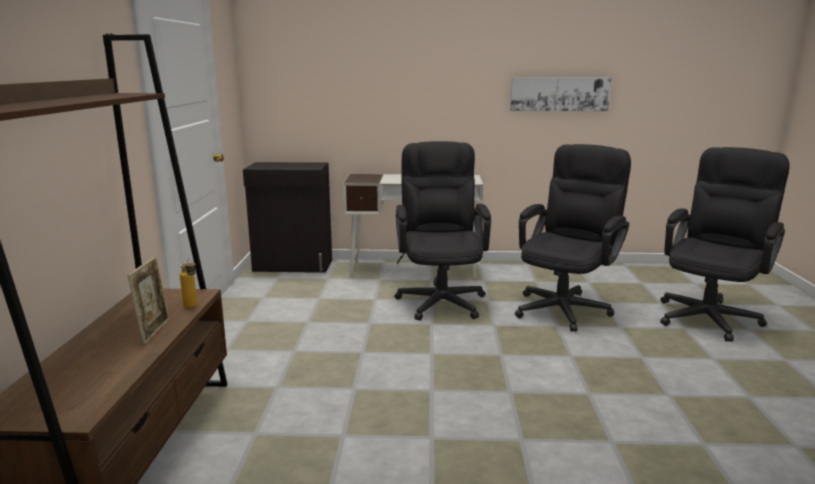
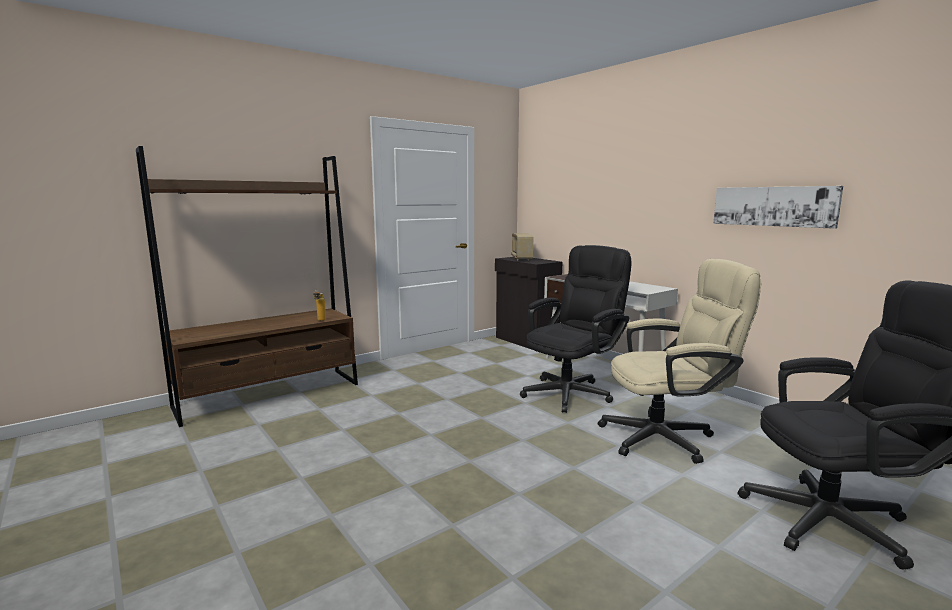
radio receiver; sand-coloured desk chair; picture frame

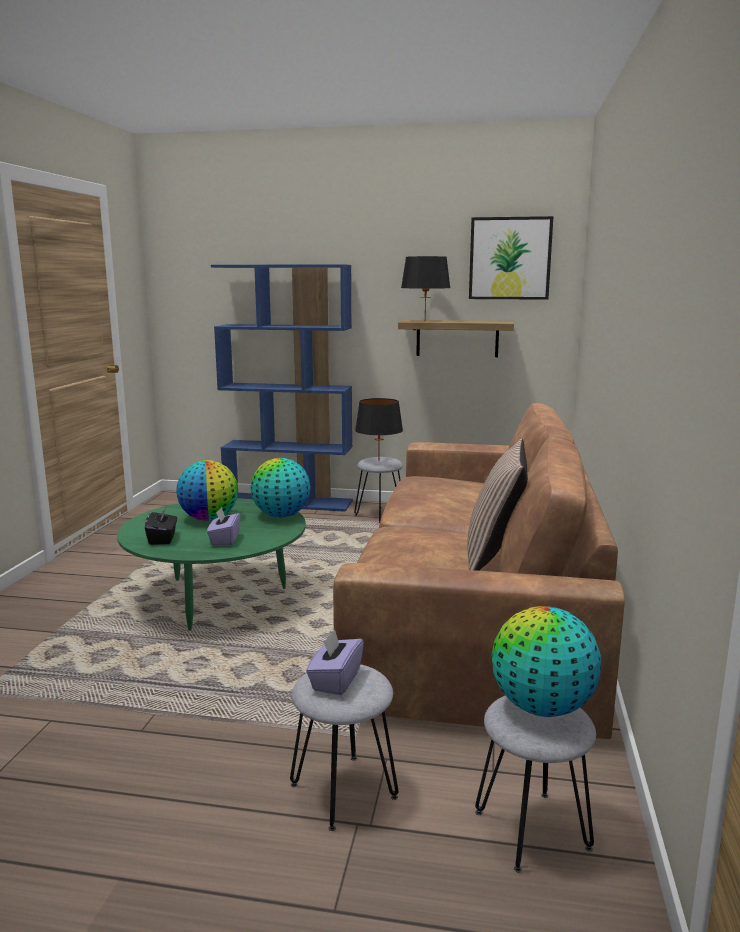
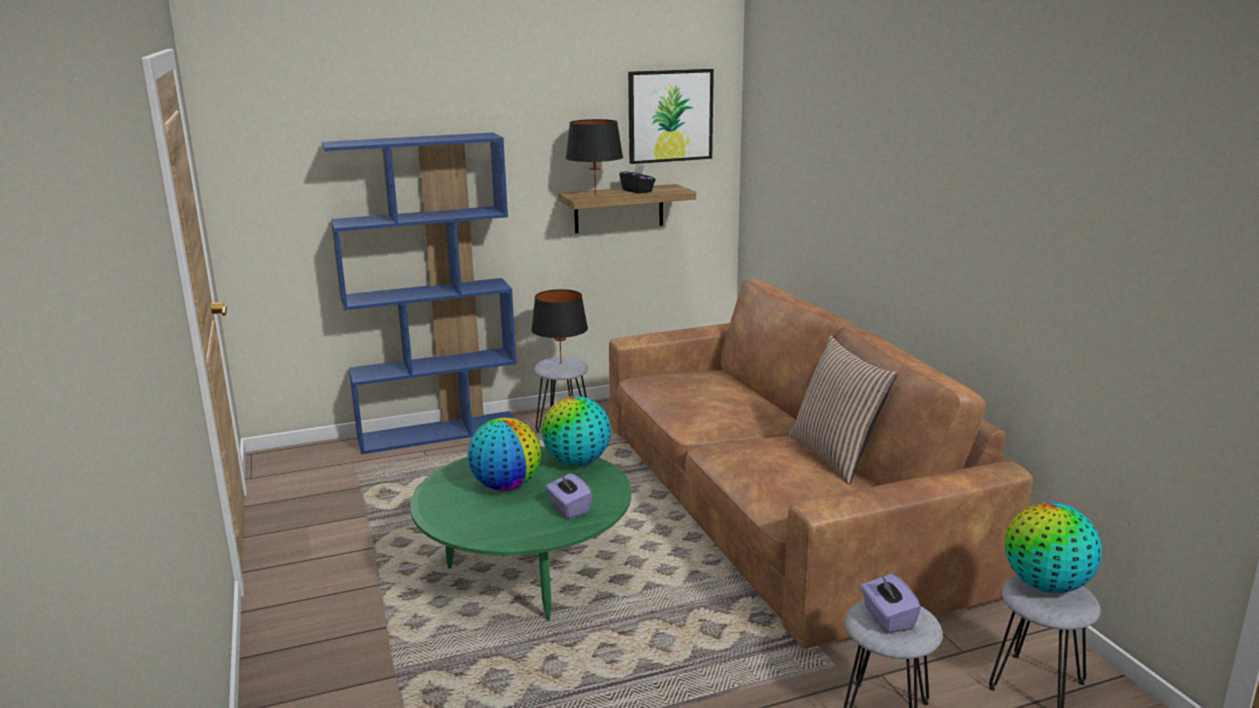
black box of tissues

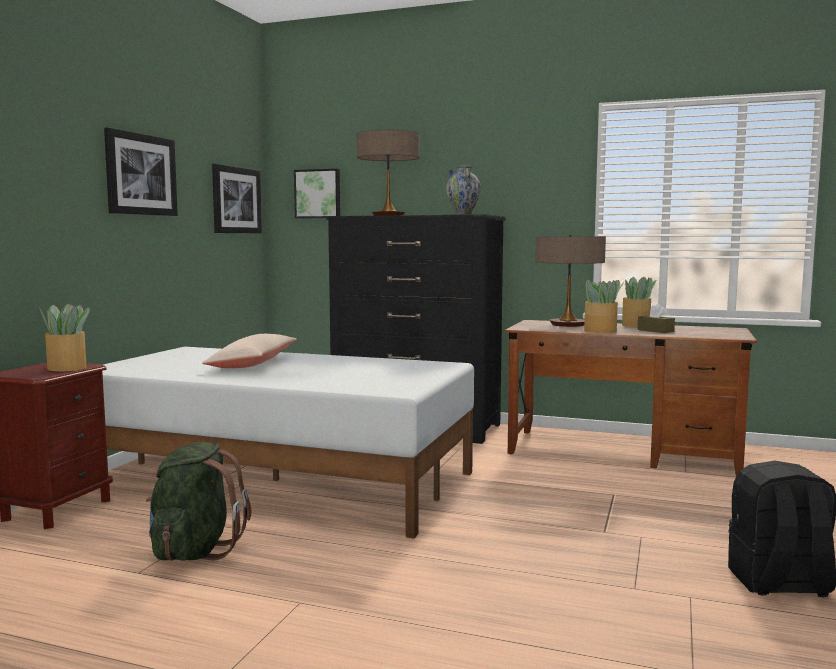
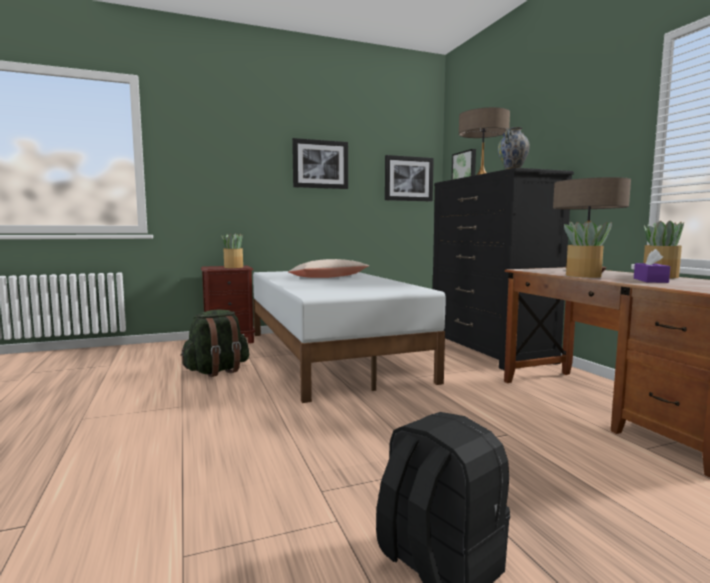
purple-coloured box of tissues

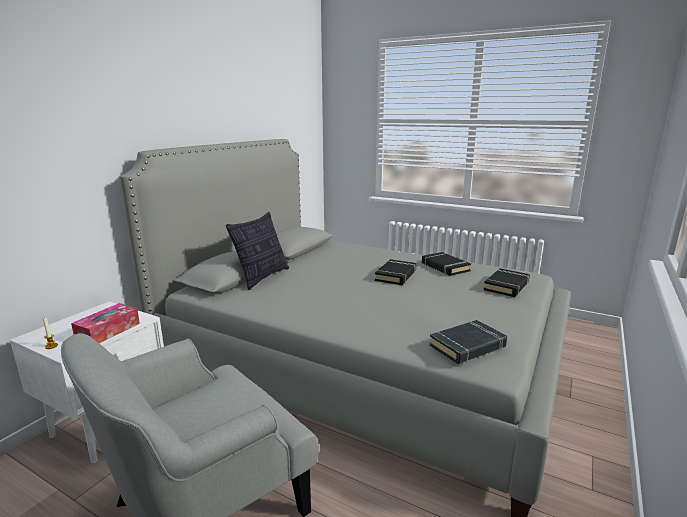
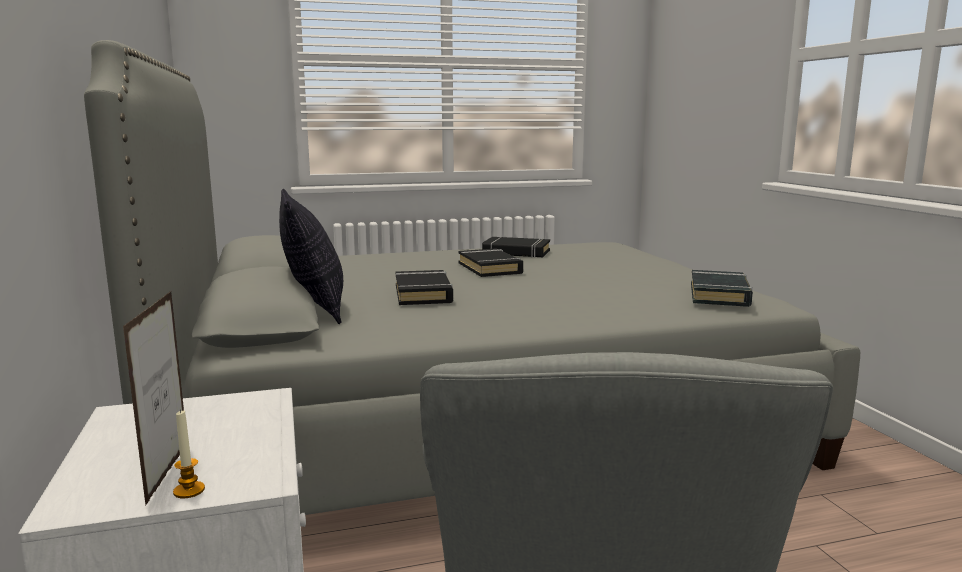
picture frame; black volume (1st from left); box of tissues

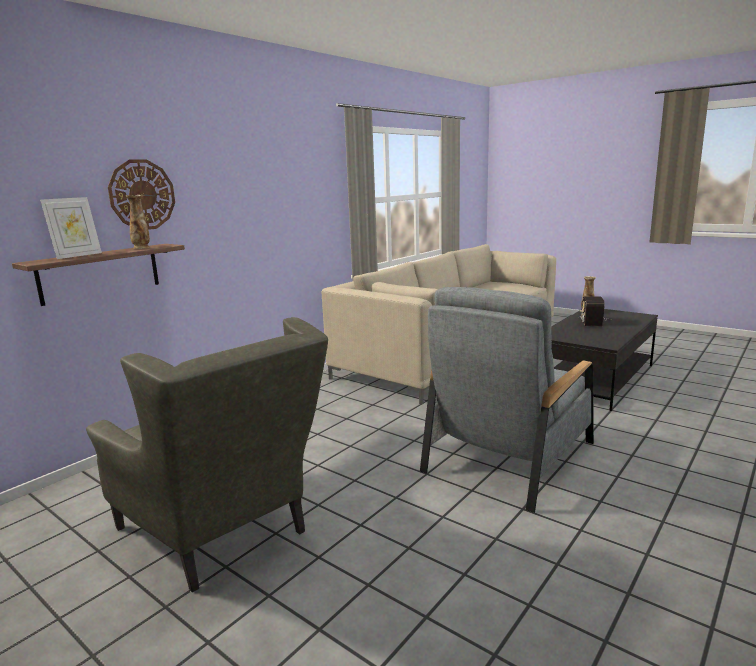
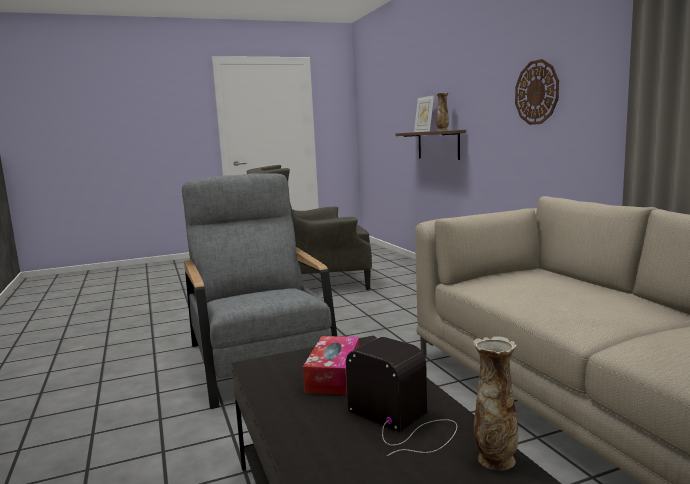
box of tissues; wall clock

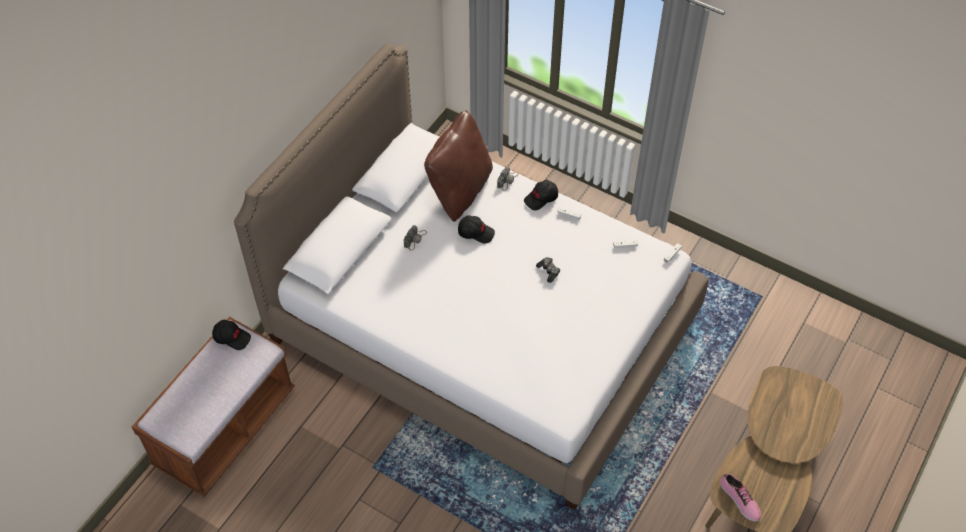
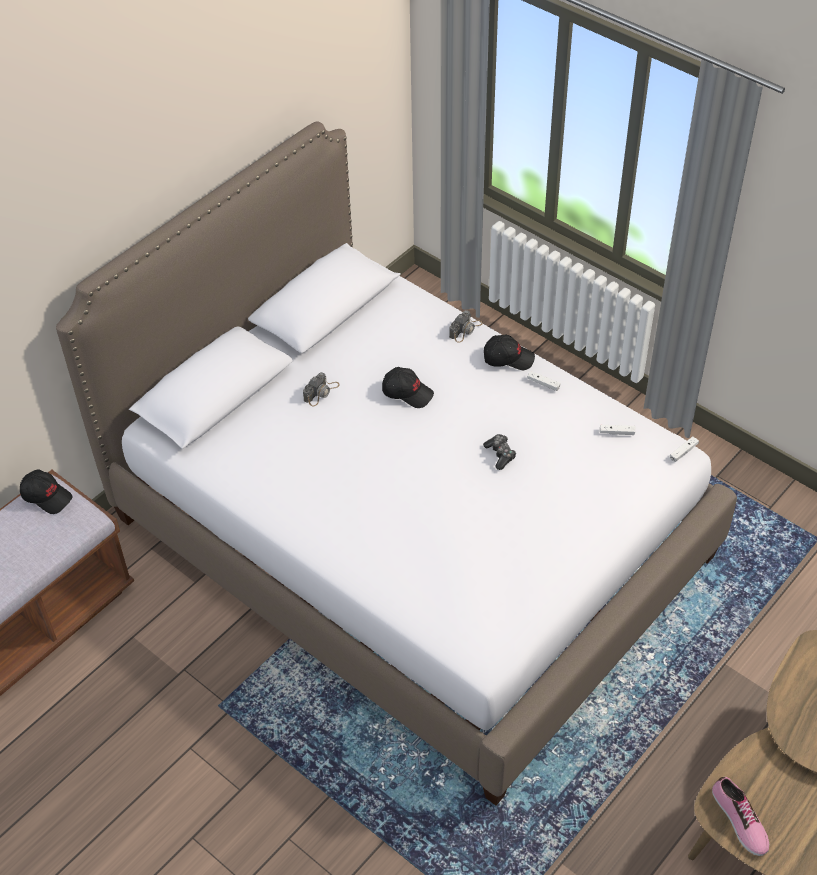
black baseball cap (3rd from left); brown-coloured throw pillow

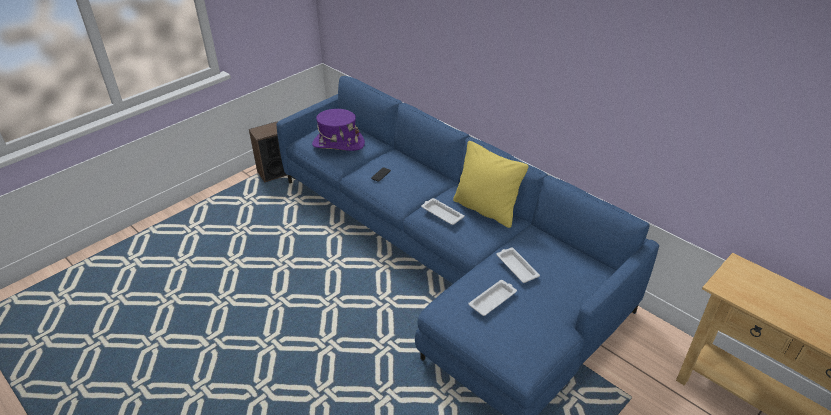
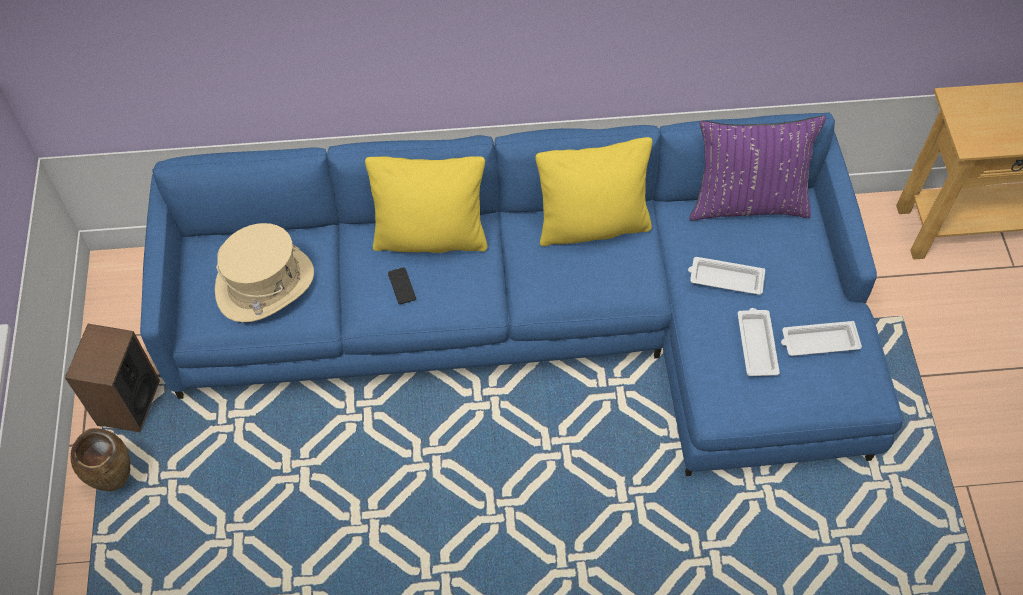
brown-coloured vase; sand-coloured clothing hat; yellowish throw pillow (1st from left); purple-coloured throw pillow; white tray (3rd from left)

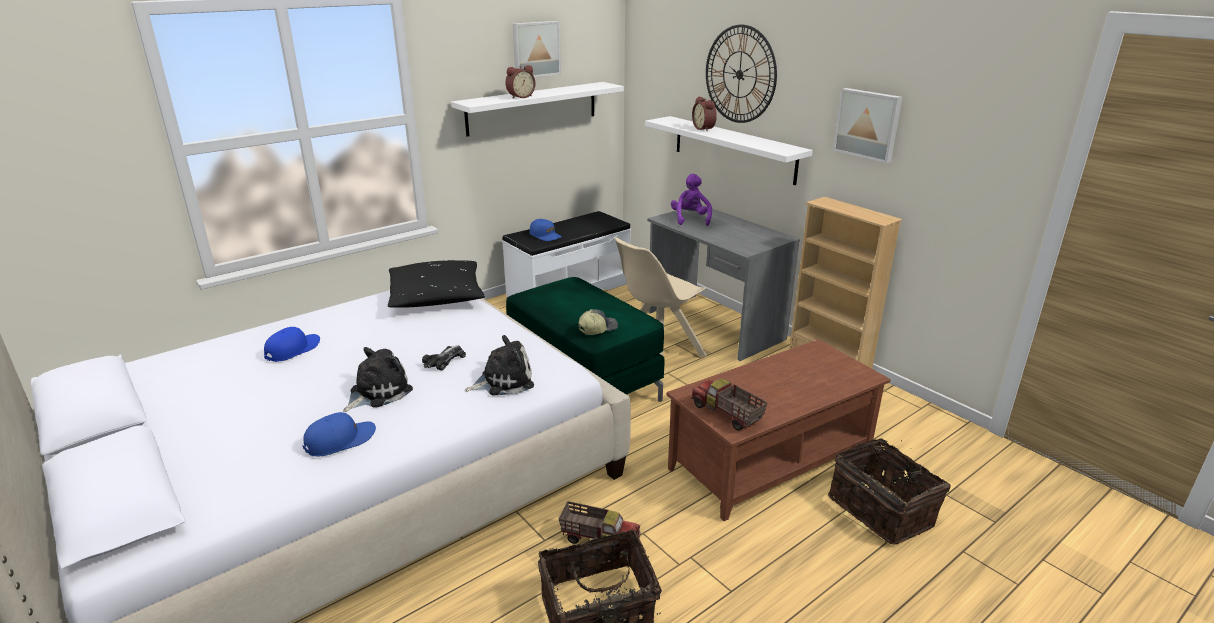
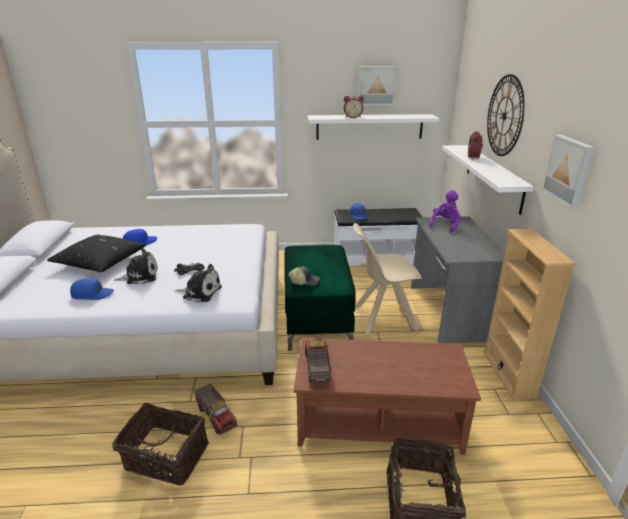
black throw pillow

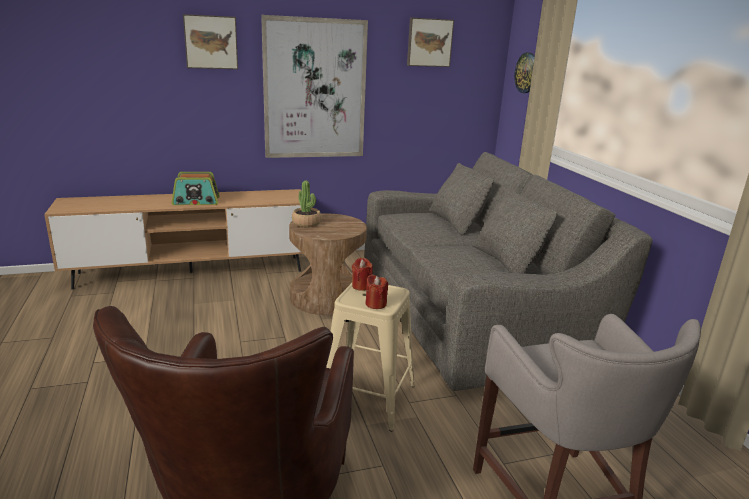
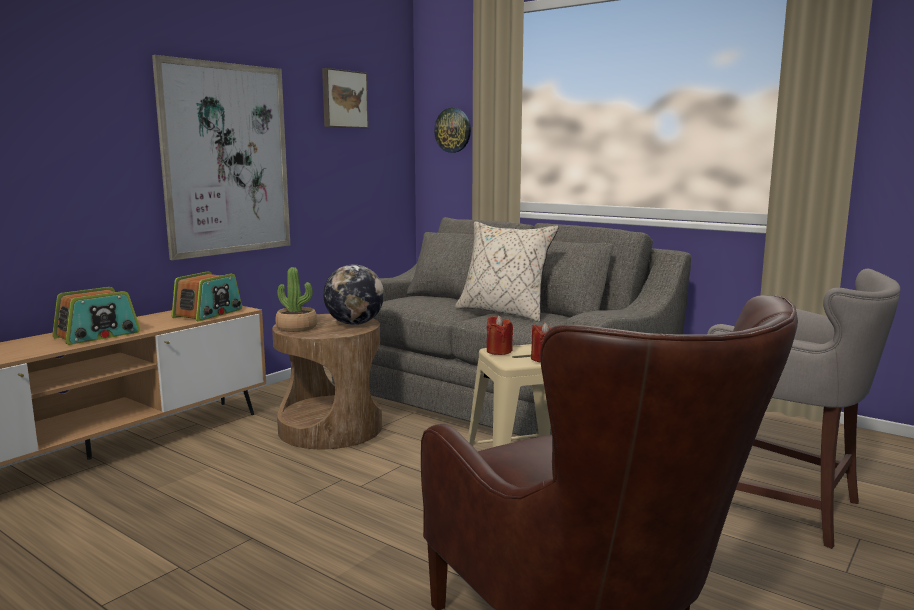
radio receiver (2nd from left); globe; sand-coloured throw pillow; wall picture (1st from left in the first image)

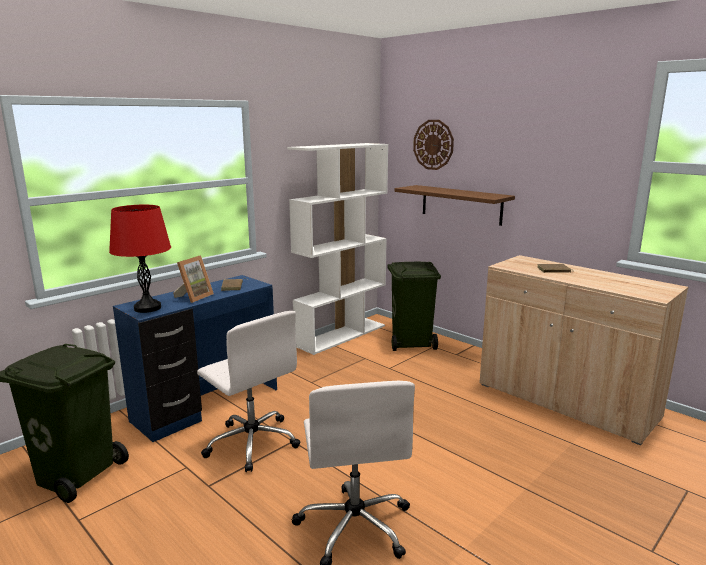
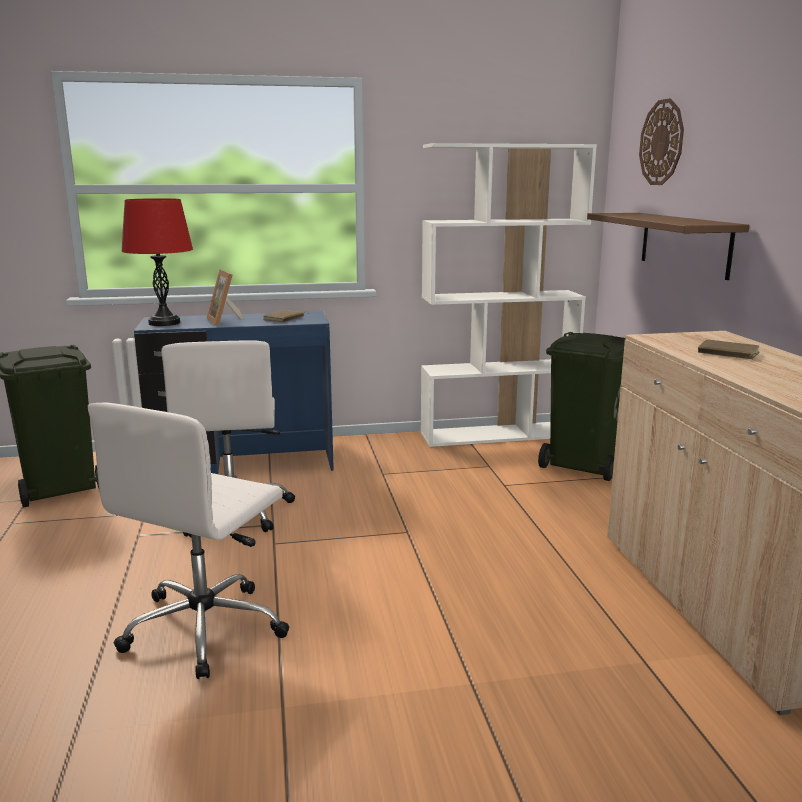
picture frame

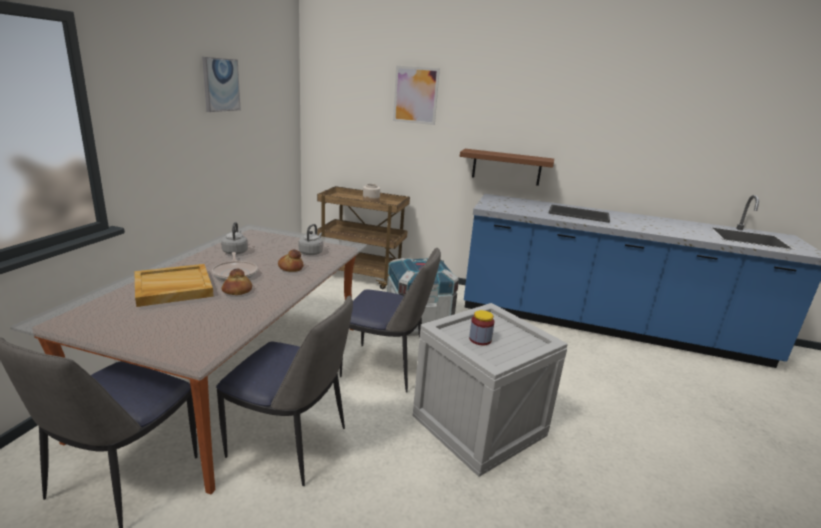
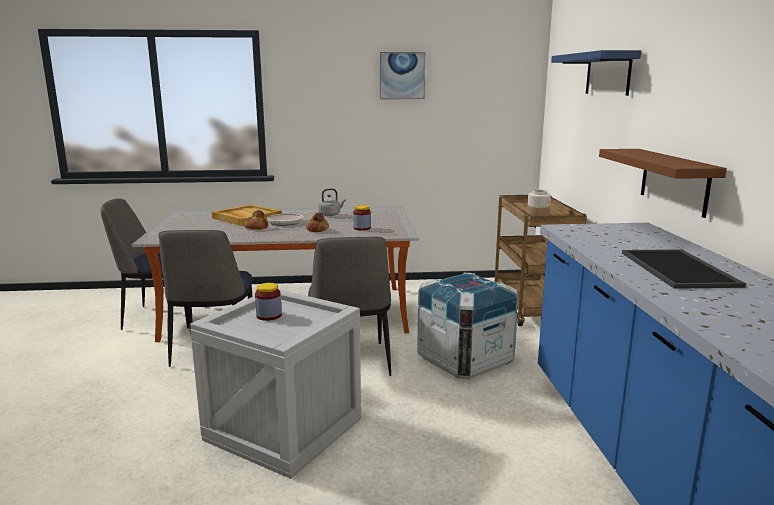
storage jar (2nd from left); blue bracket shelf

